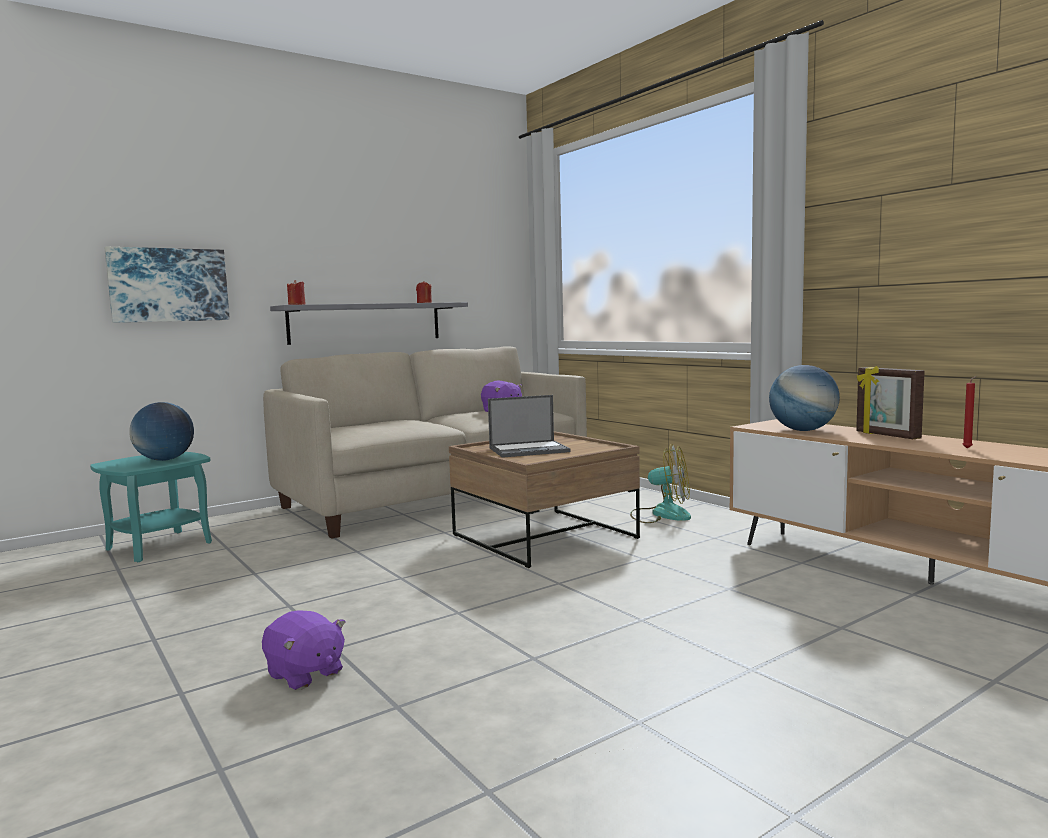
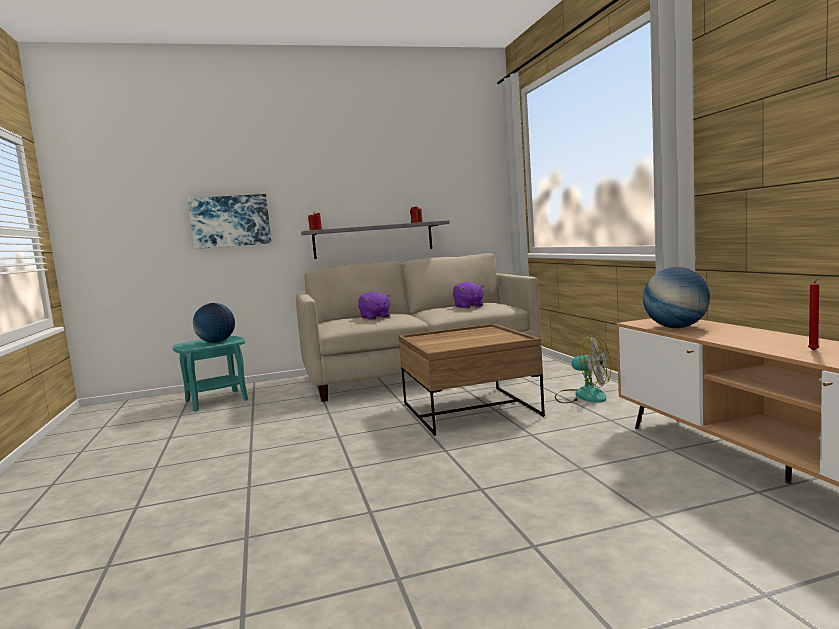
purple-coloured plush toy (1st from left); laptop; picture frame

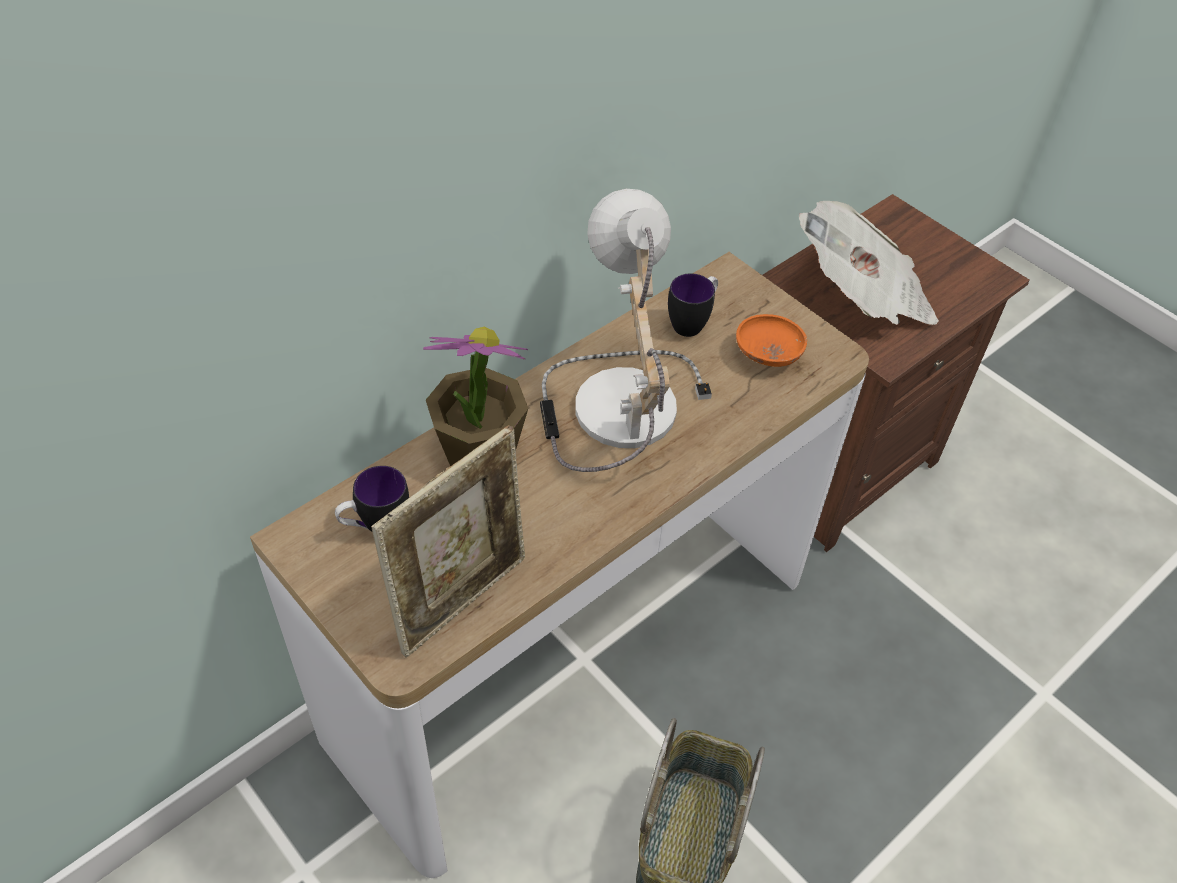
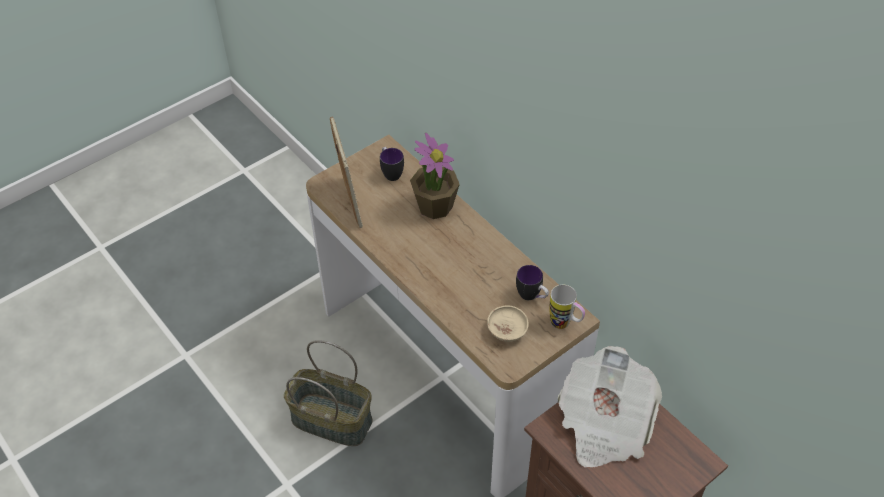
picture frame; sand-coloured serving bowl; mug (3rd from left); table lamp

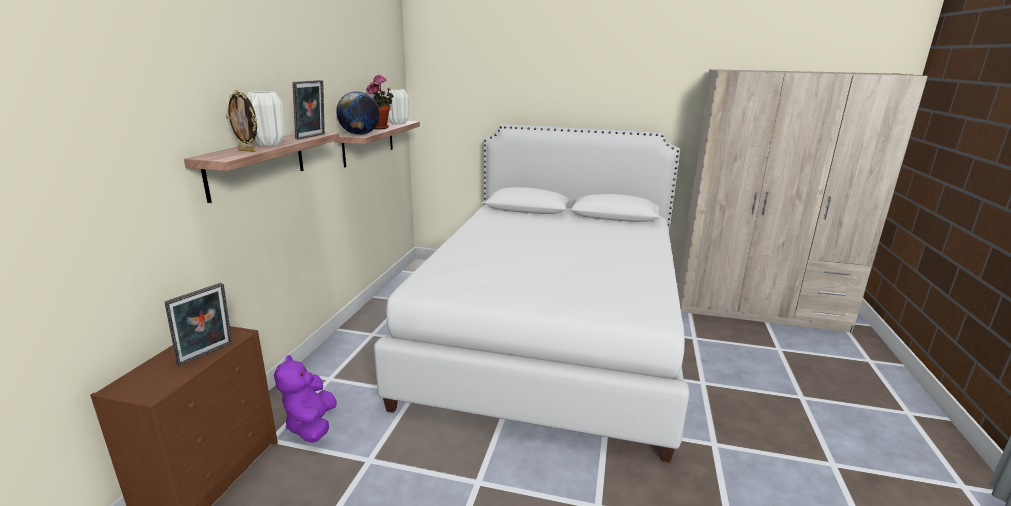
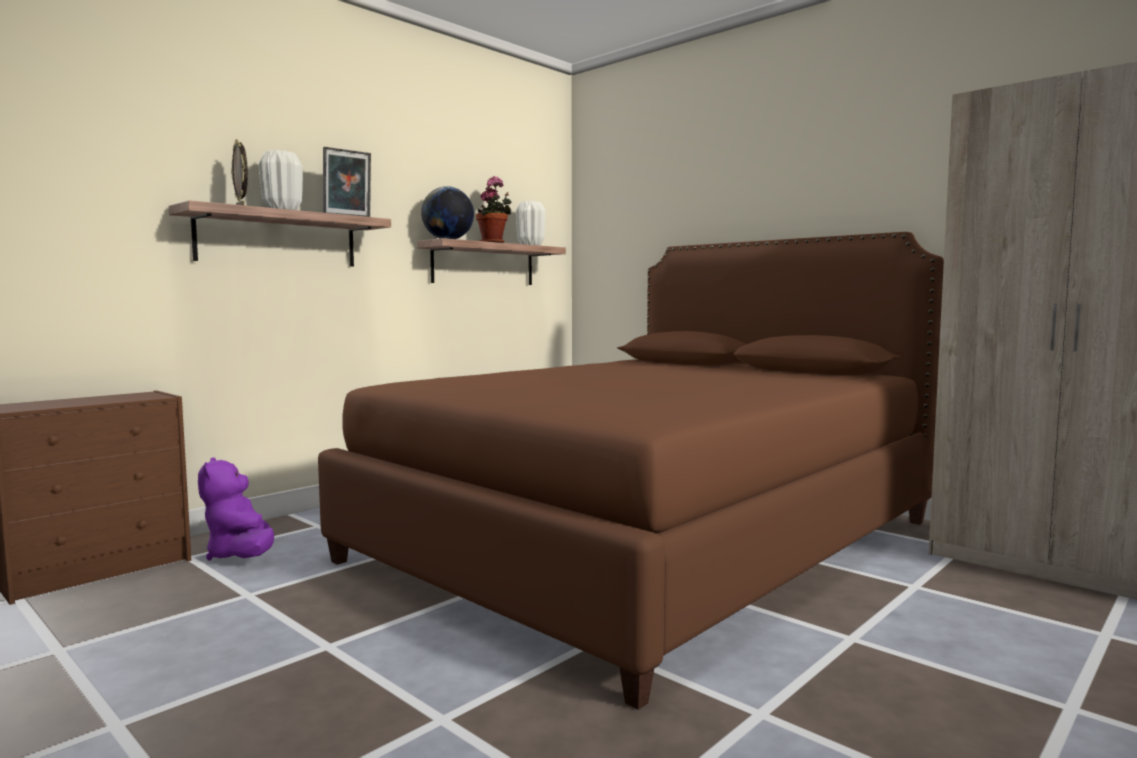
purple-coloured plush toy; brown-coloured bedroom bed; picture frame (1st from left in the first image)

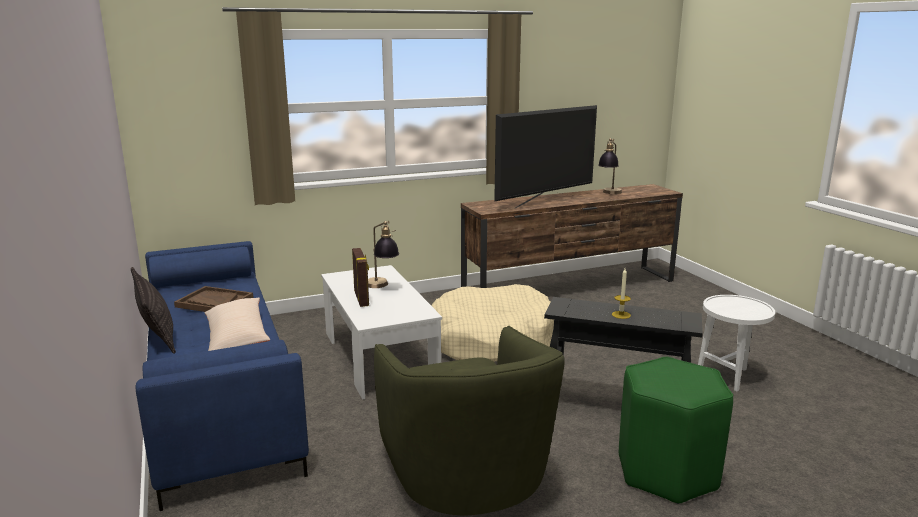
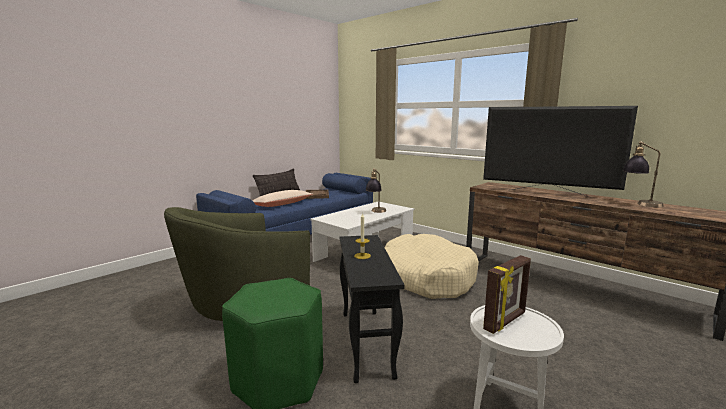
picture frame

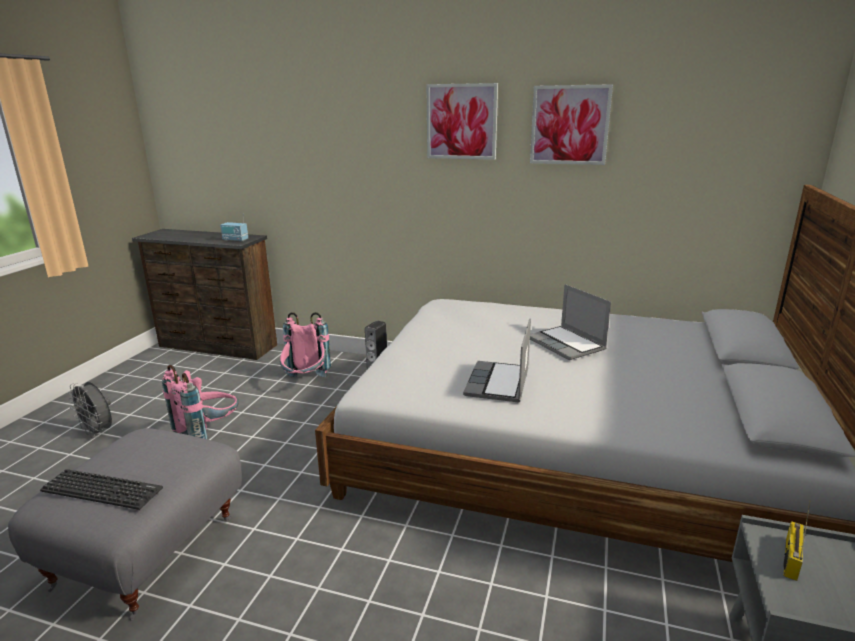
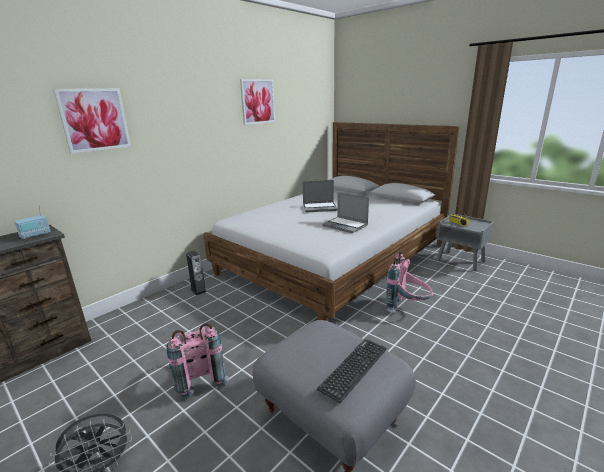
wall picture (1st from left); pinkish knapsack (2nd from left)

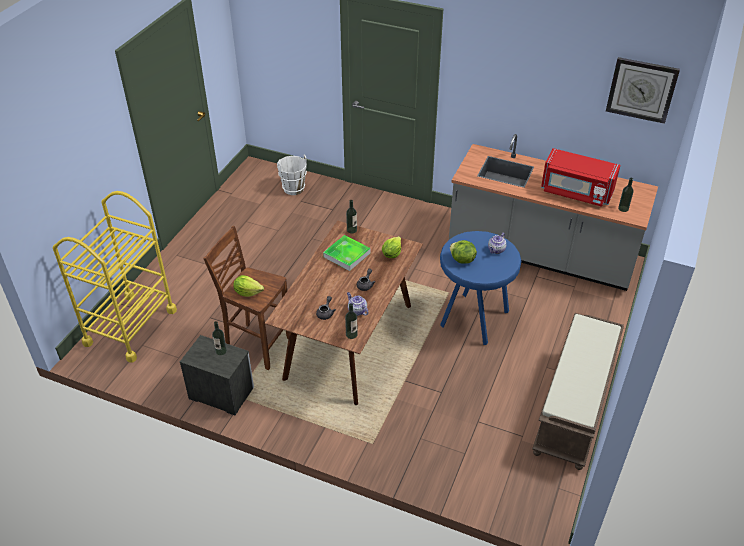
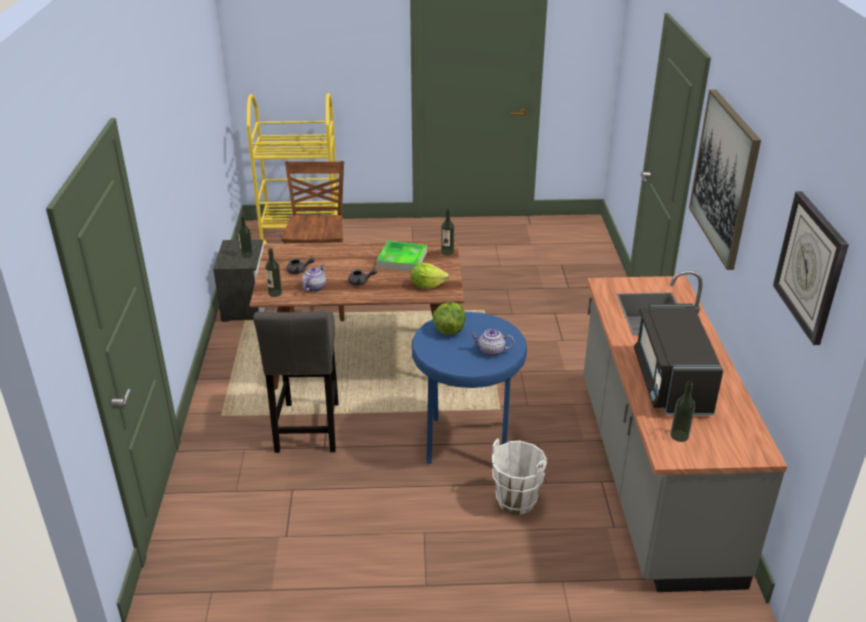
grey sitting stool; white pail; black microwave oven; wall picture; lettuce head (1st from left in the first image); brown-coloured long seat

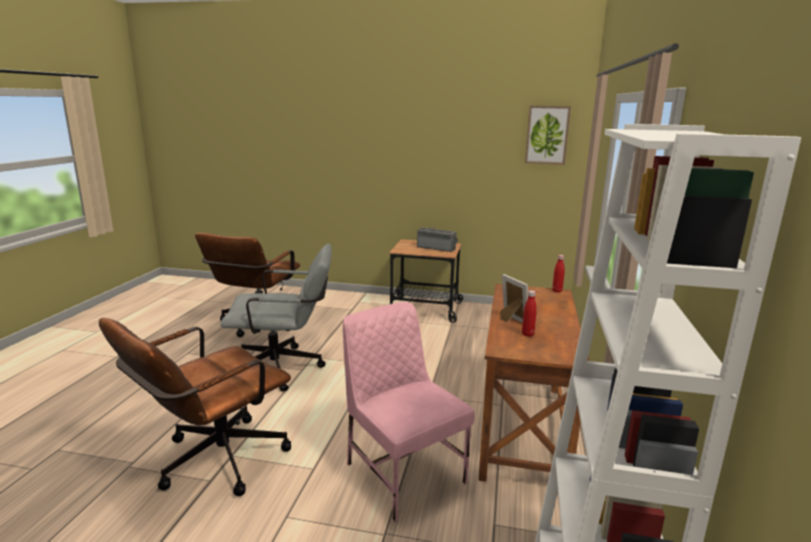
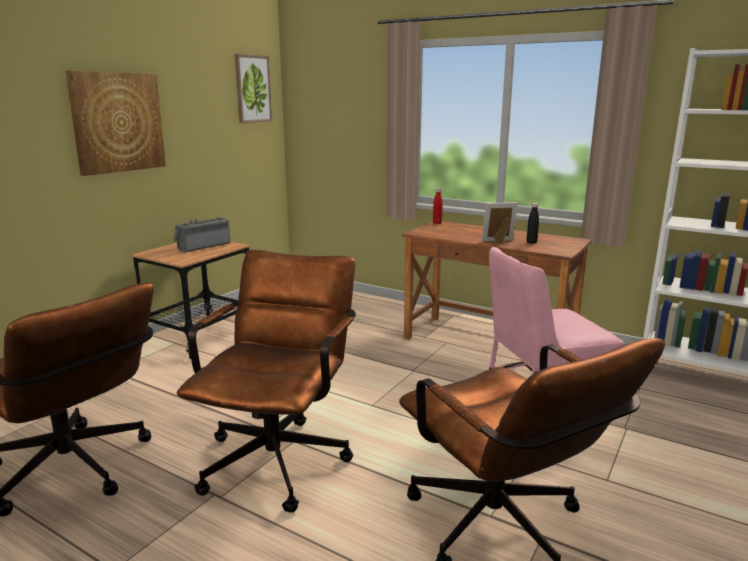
wall picture (1st from left); brown-coloured desk chair (2nd from left); black drink bottle

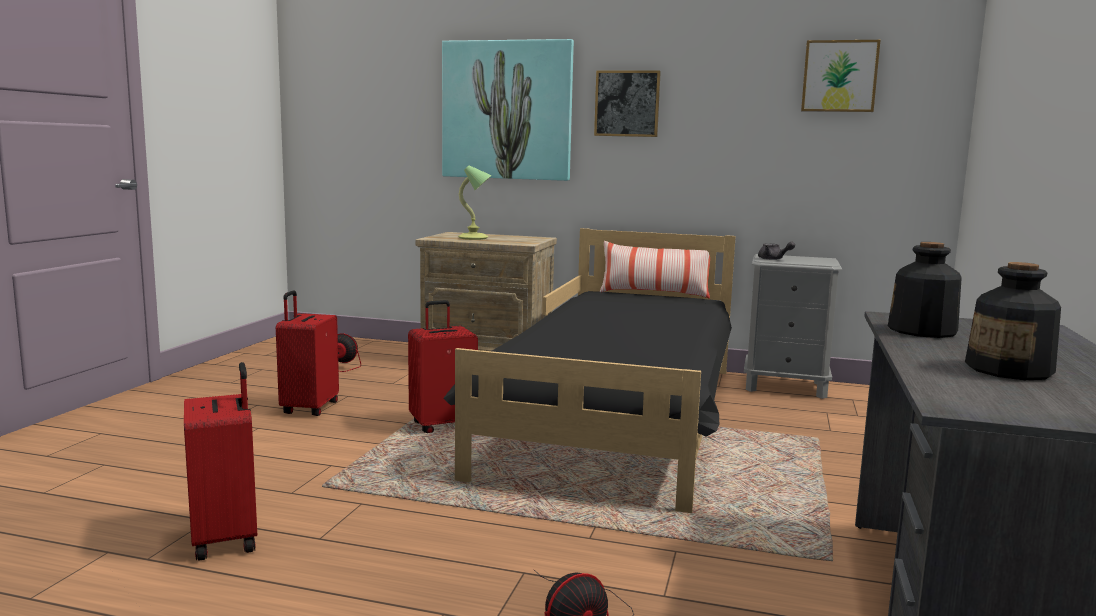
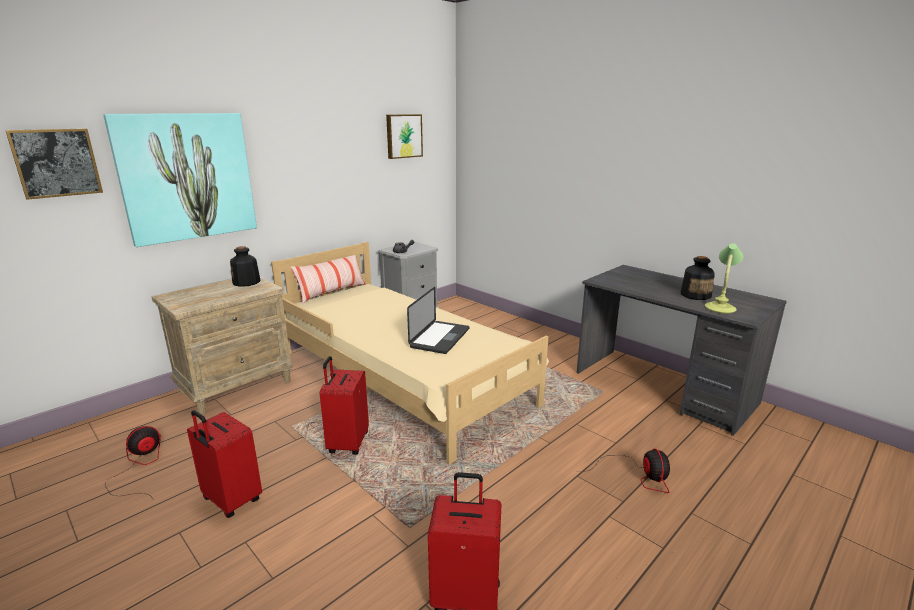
wall picture (1st from left); drink bottle (1st from left); sand-coloured bedroom bed; laptop; table lamp

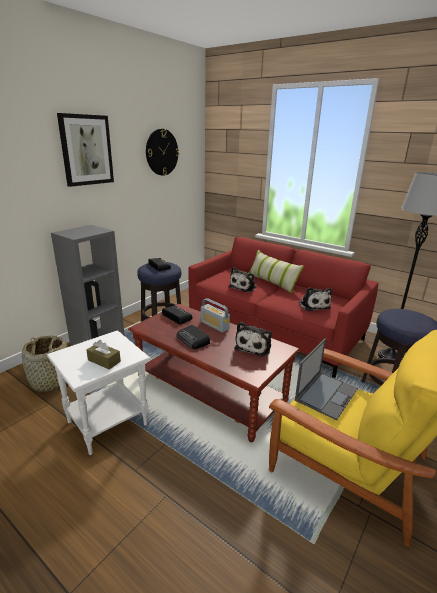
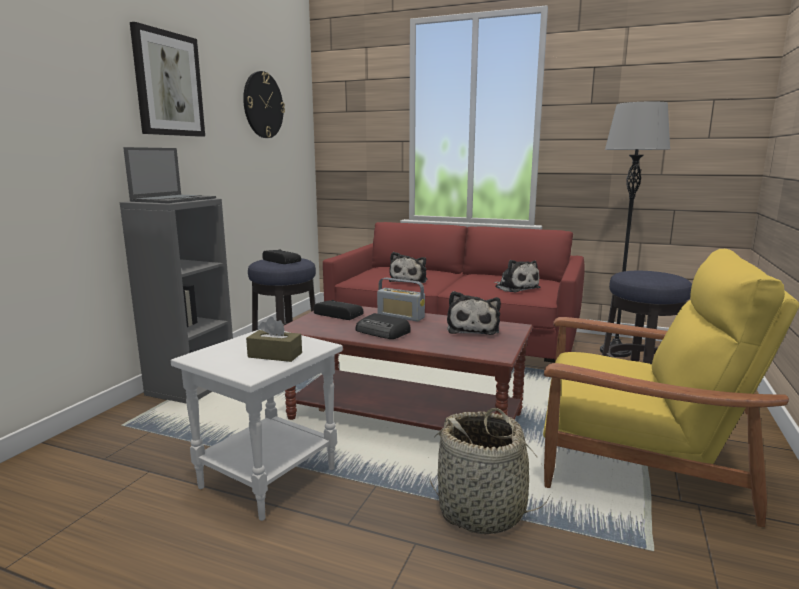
laptop; storage basket; throw pillow

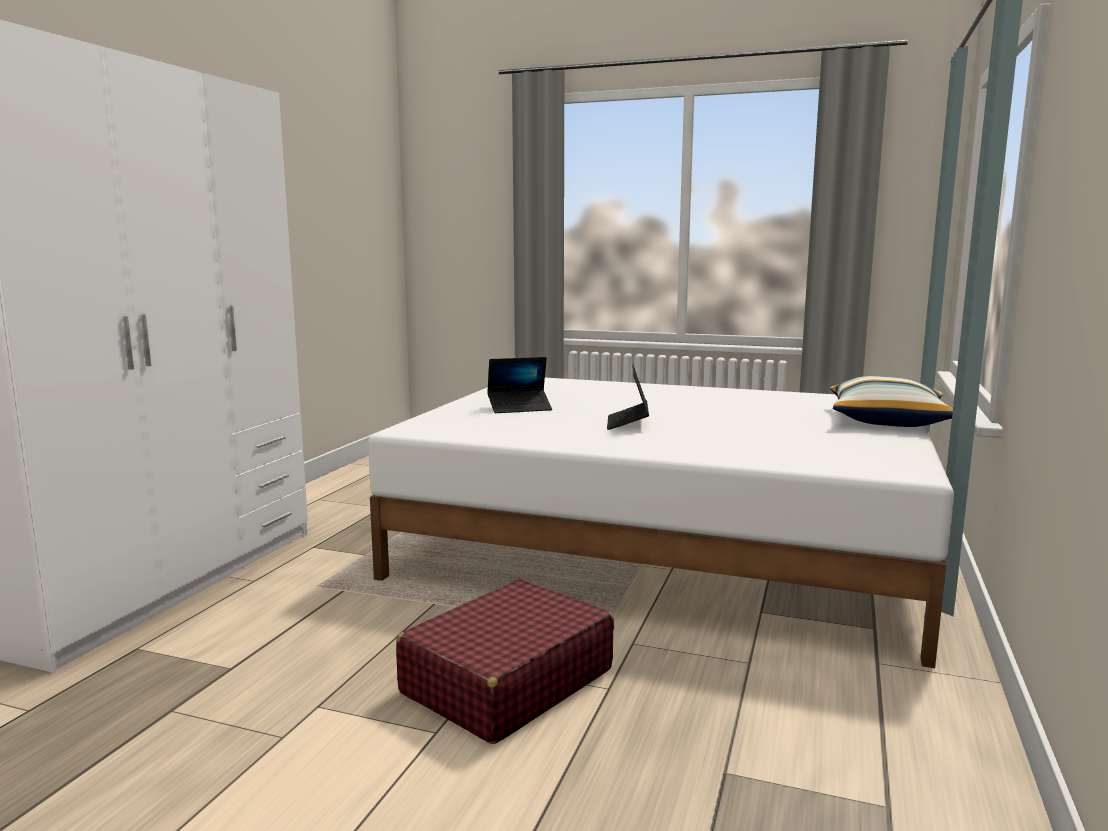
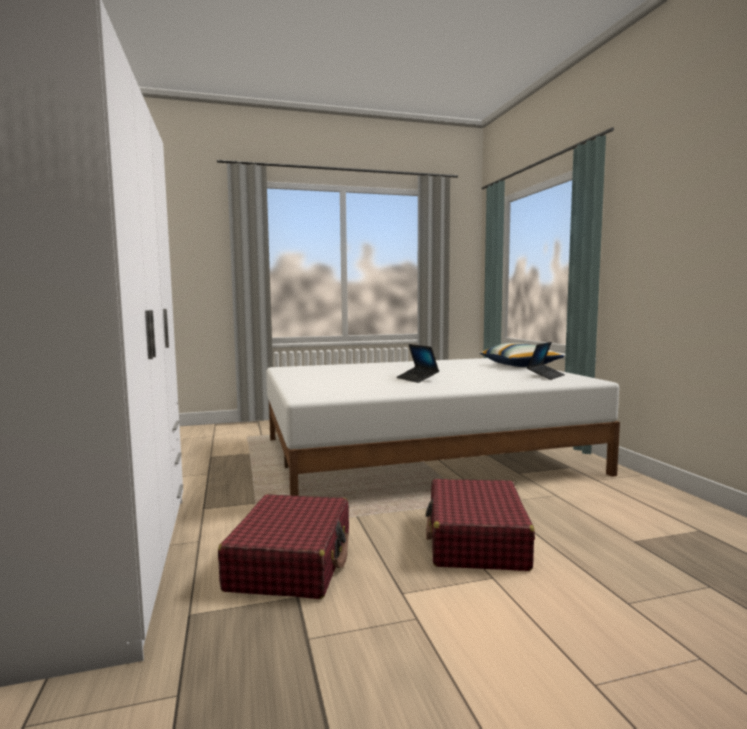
red-coloured travel case (1st from left); laptop (2nd from left)

